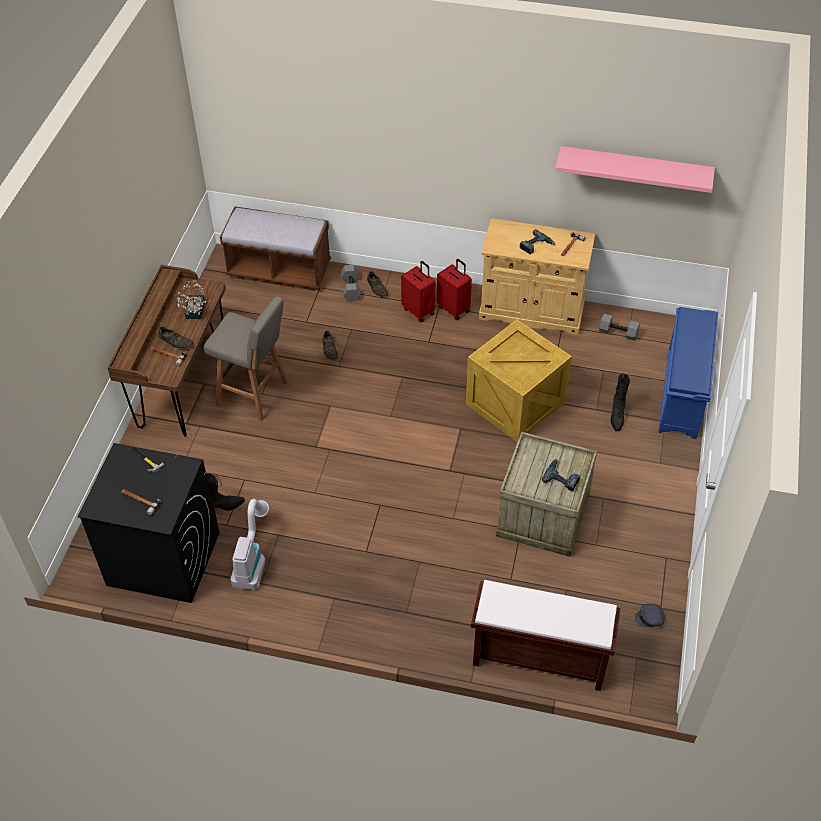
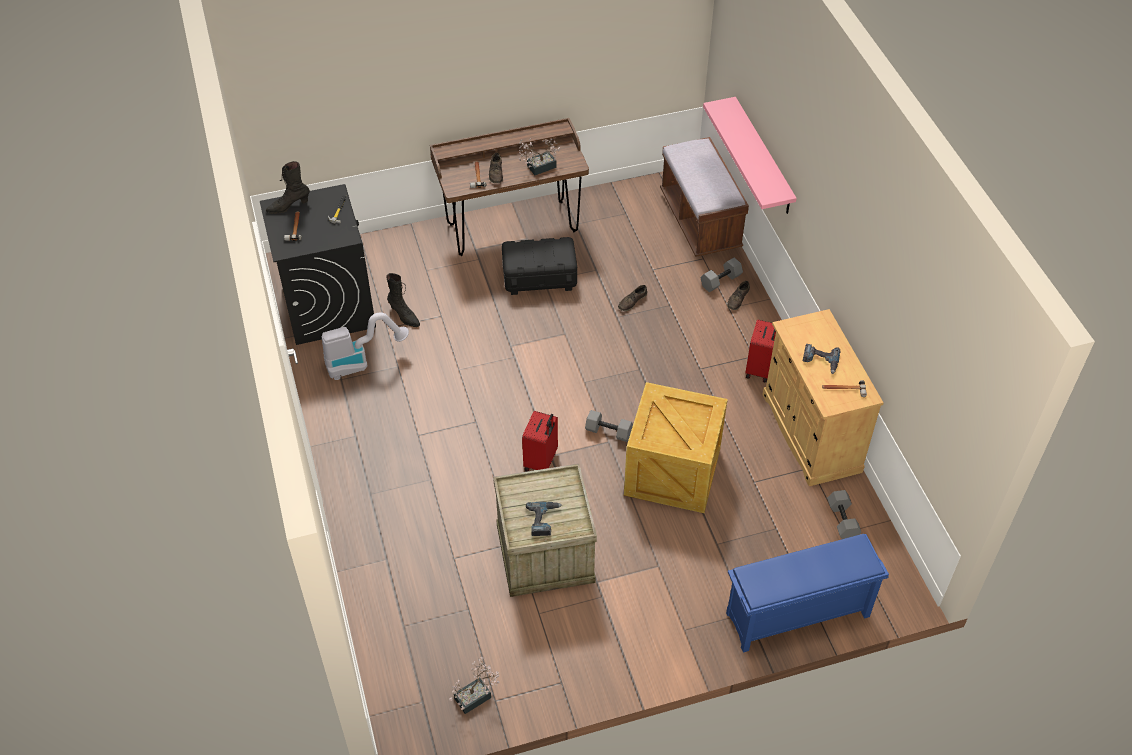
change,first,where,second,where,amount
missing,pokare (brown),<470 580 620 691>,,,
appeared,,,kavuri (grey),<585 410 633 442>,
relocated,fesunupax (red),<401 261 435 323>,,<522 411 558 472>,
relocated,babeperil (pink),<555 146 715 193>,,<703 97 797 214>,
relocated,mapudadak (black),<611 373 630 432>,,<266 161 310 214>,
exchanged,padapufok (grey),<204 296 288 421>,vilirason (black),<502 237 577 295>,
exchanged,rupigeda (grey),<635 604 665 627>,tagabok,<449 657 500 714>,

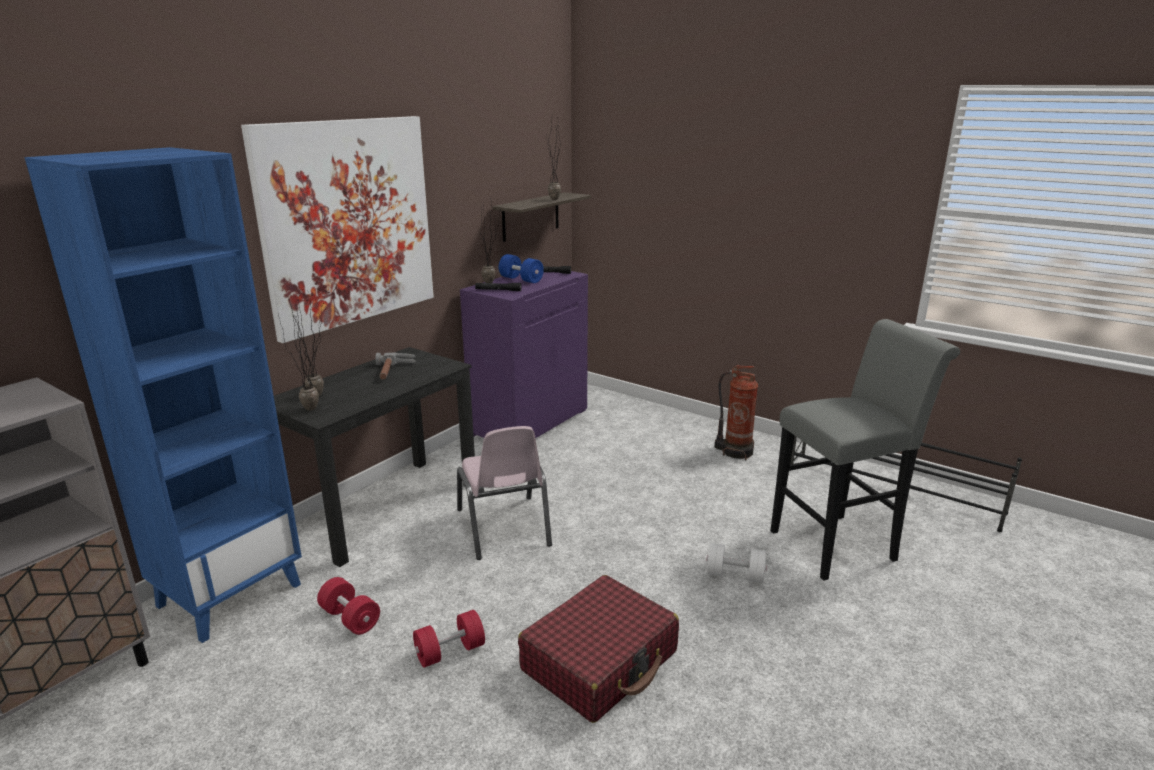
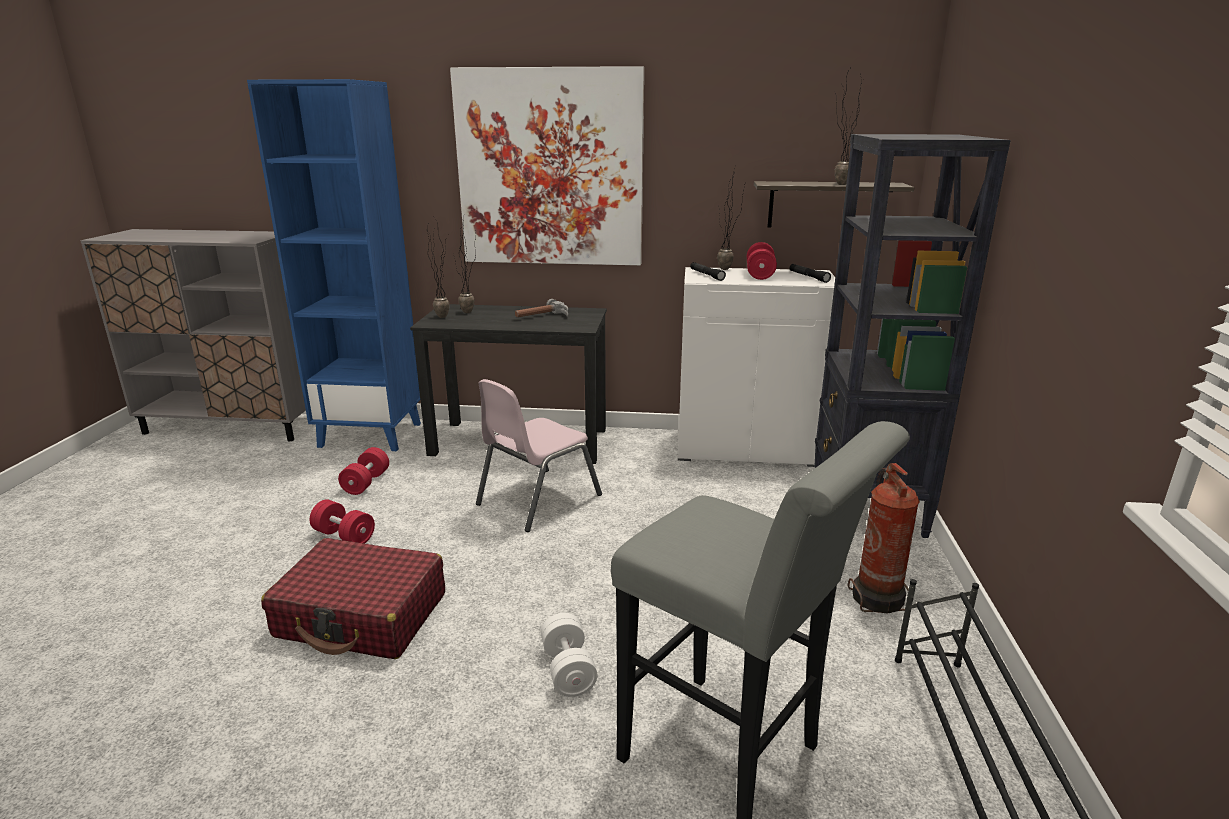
change,first,where,second,where,amount
appeared,,,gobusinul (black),<814 134 1011 538>,
colour,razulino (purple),<460 271 588 438>,razulino (white),<678 267 835 467>,
colour,kavuri (blue),<499 254 544 283>,kavuri (red),<747 242 777 280>,

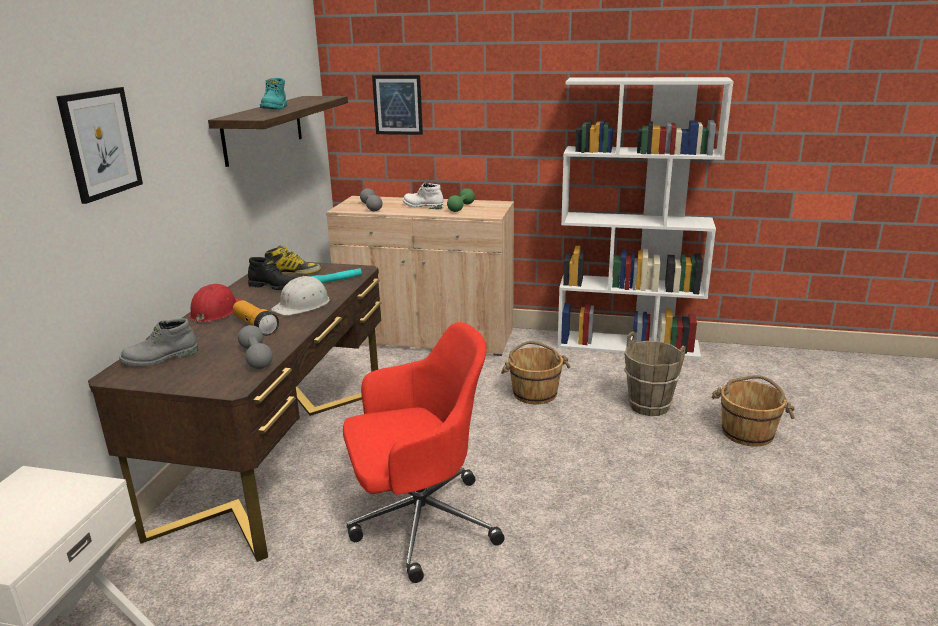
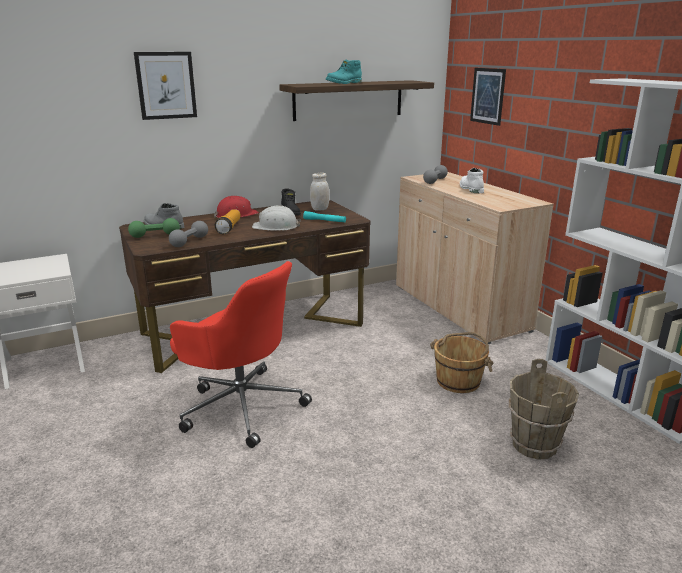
change,first,where,second,where,amount
missing,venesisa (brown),<711 375 795 446>,,,
relocated,kavuri (green),<447 188 475 212>,,<128 218 180 238>,
exchanged,mapudadak,<265 245 321 274>,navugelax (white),<310 173 329 211>,

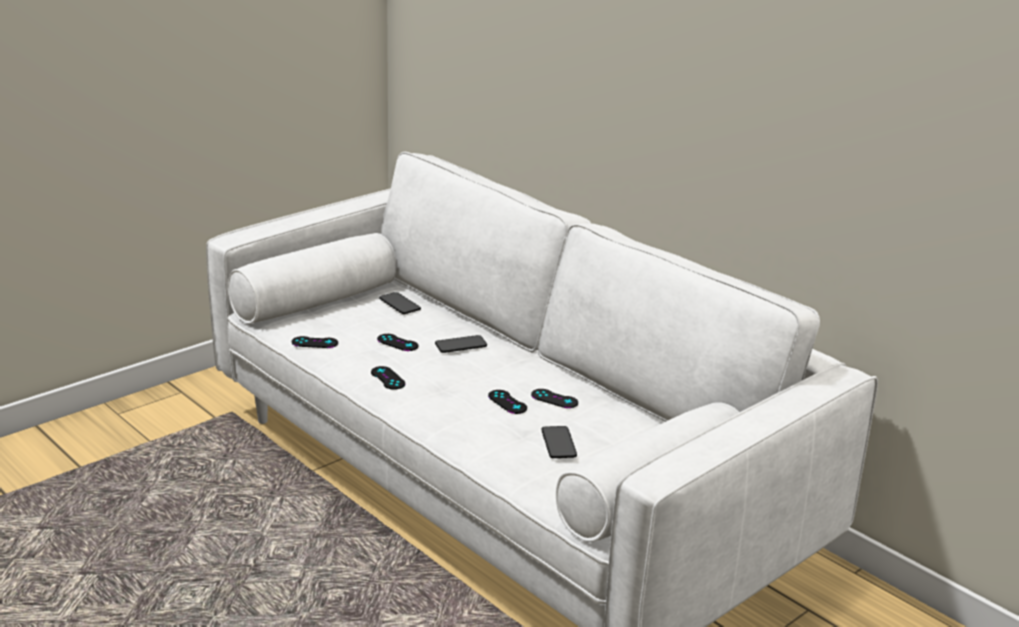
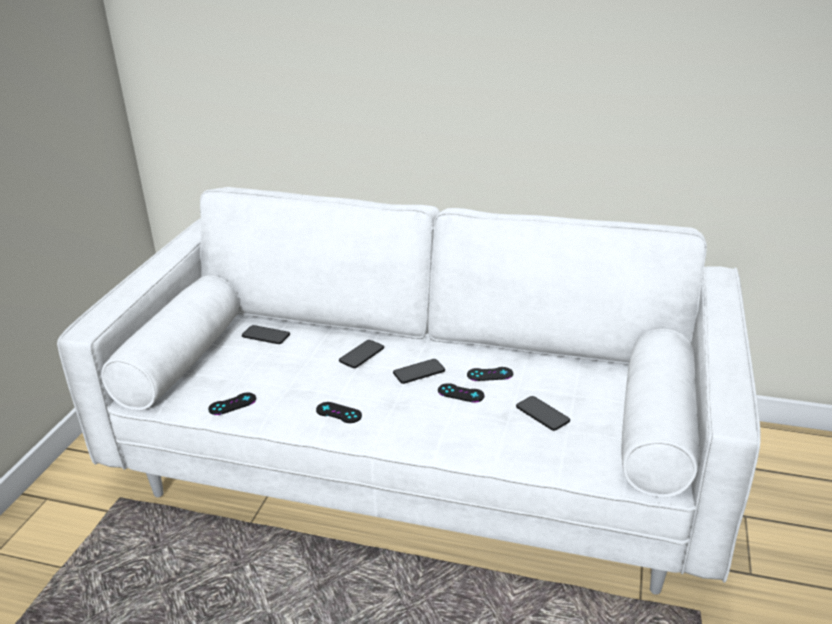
change,first,where,second,where,amount
missing,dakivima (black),<377 334 418 351>,,,
appeared,,,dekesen,<393 359 445 384>,

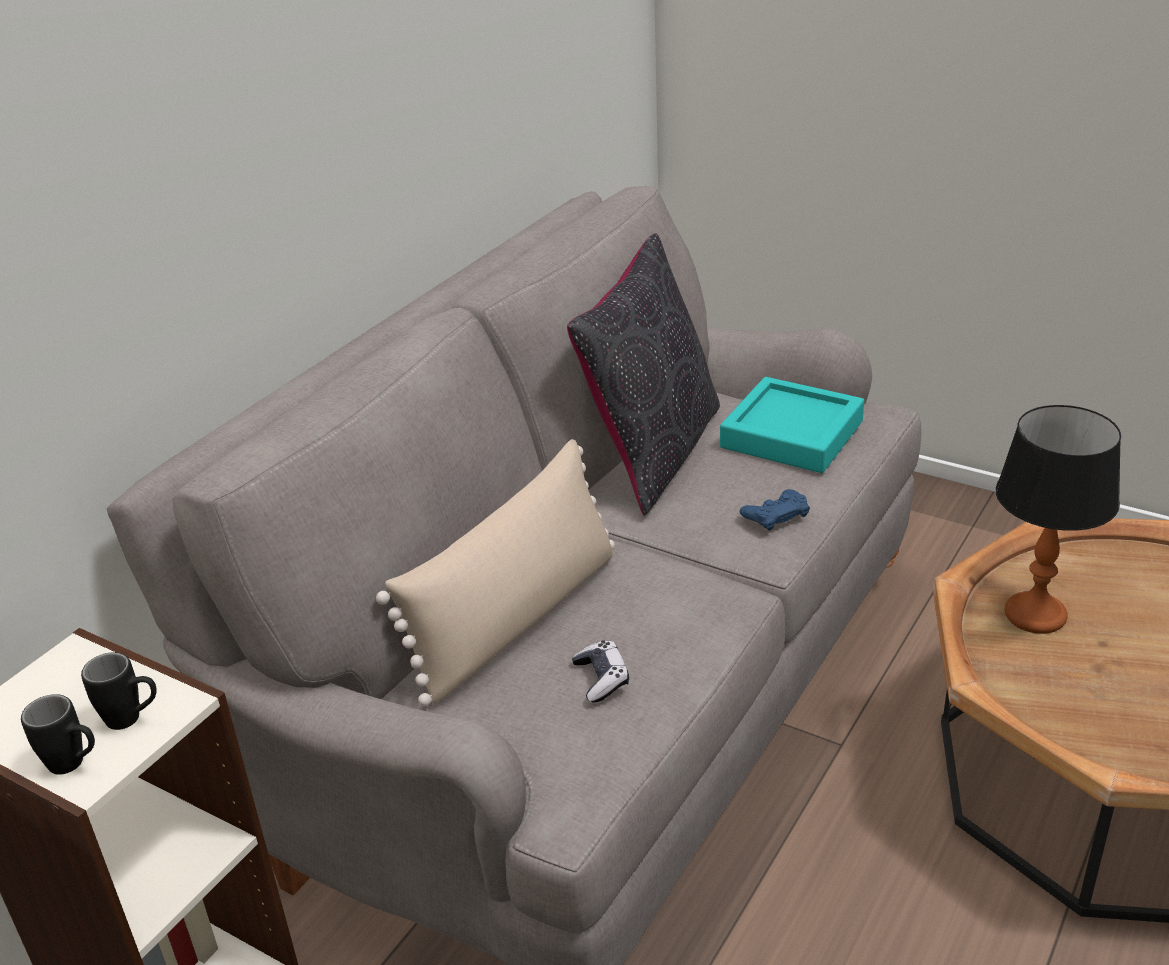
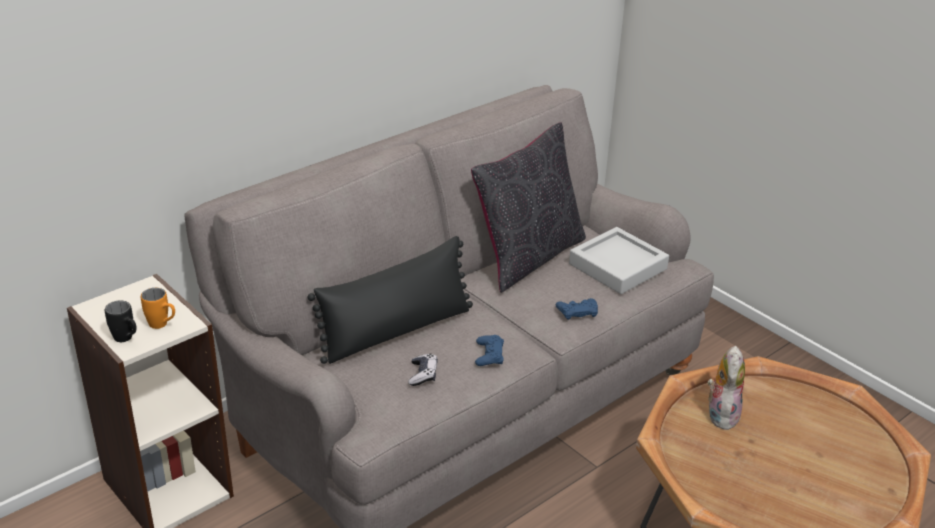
change,first,where,second,where,amount
appeared,,,dakivima (blue),<475 335 504 366>,
exchanged,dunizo,<996 405 1121 634>,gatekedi,<708 346 745 430>,
colour,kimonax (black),<81 652 157 730>,kimonax (orange),<141 288 175 329>,
colour,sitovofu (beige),<376 439 615 706>,sitovofu (black),<307 236 473 364>,
colour,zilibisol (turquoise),<720 377 864 473>,zilibisol (grey),<569 227 669 294>,

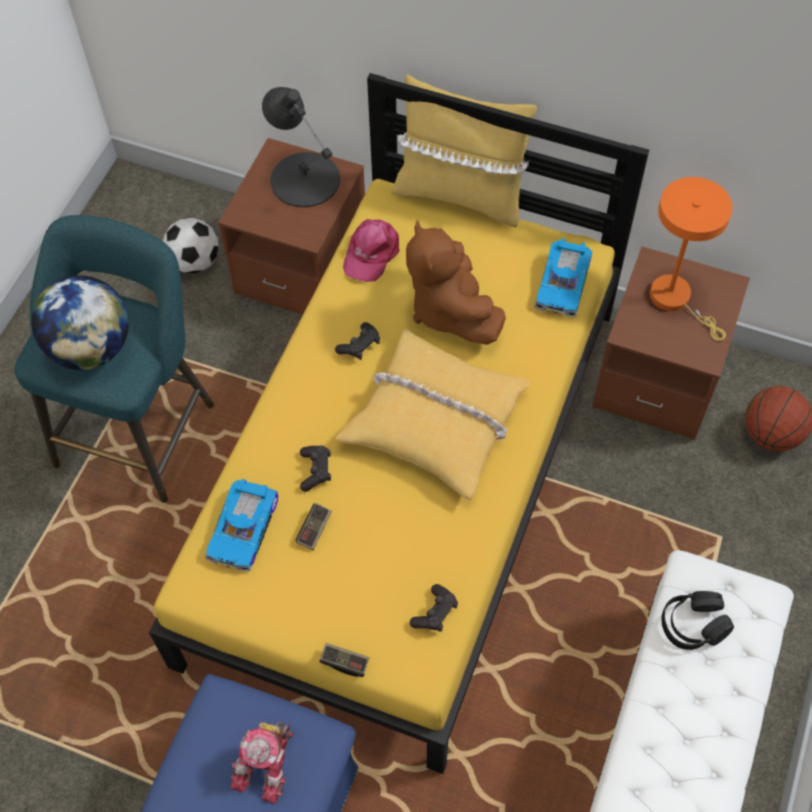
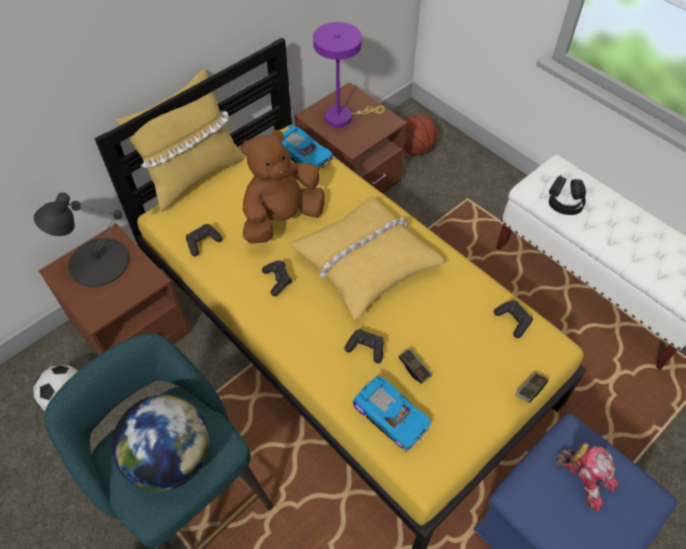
change,first,where,second,where,amount
exchanged,rupigeda (pink),<343 219 399 282>,dakivima (black),<186 224 223 256>,
colour,dunizo (orange),<650 177 733 341>,dunizo (purple),<313 22 385 128>,
spun,gatekedi (brown),<406 220 506 345>,,<240 130 325 243>,135 degrees clockwise

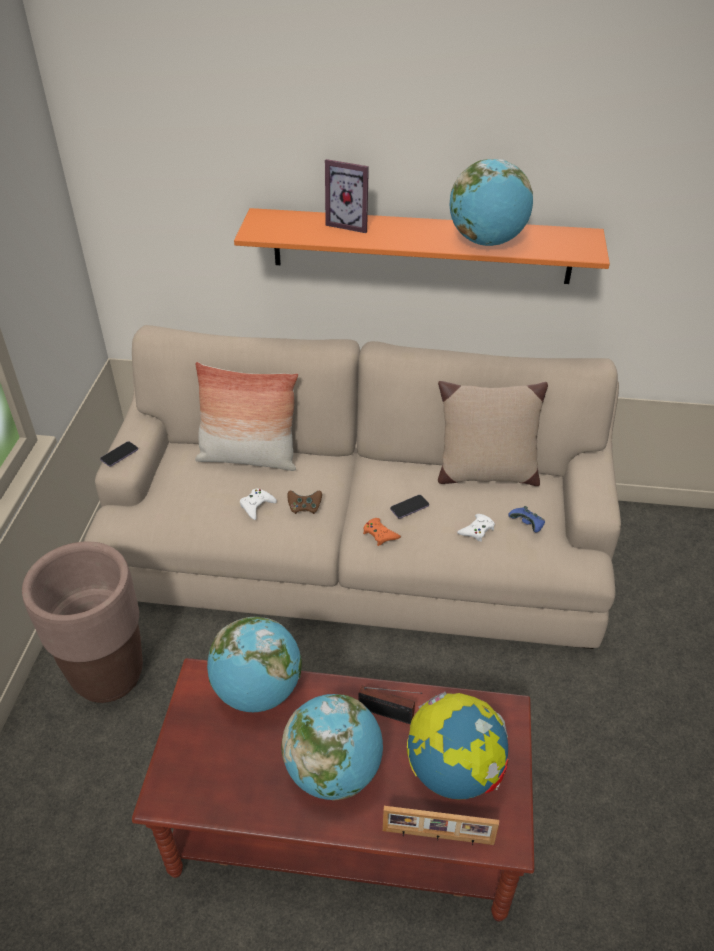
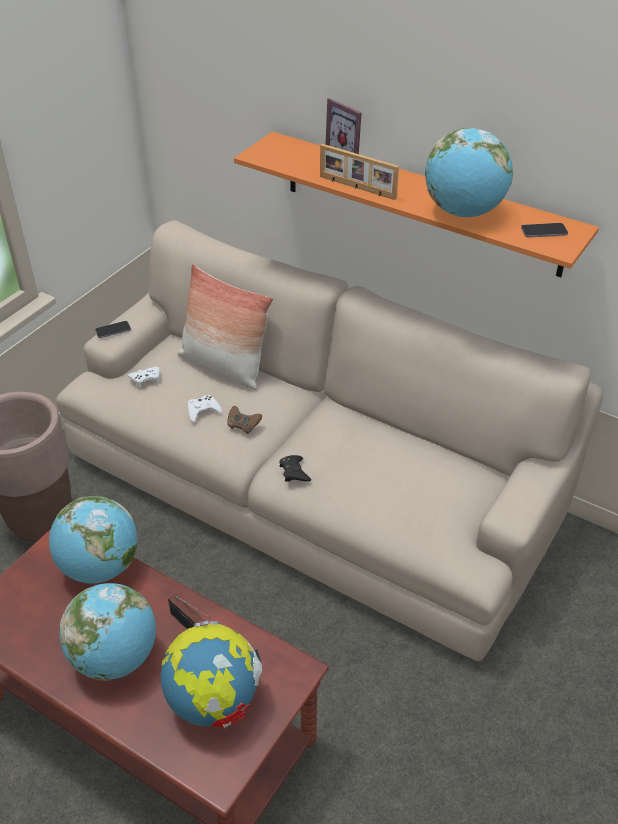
change,first,where,second,where,amount
missing,sitovofu (beige),<438 381 548 486>,,,
missing,dakivima (blue),<508 506 545 532>,,,
relocated,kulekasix,<383 806 499 845>,,<320 144 399 200>,
relocated,dekesen,<390 495 429 519>,,<521 223 568 237>,
relocated,dakivima (white),<457 514 495 542>,,<128 367 160 387>,
colour,dakivima (orange),<363 518 401 546>,dakivima (black),<279 455 311 482>,

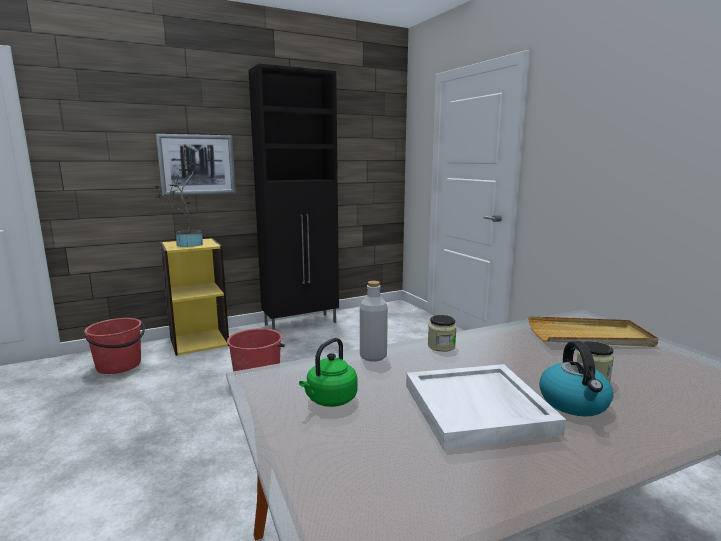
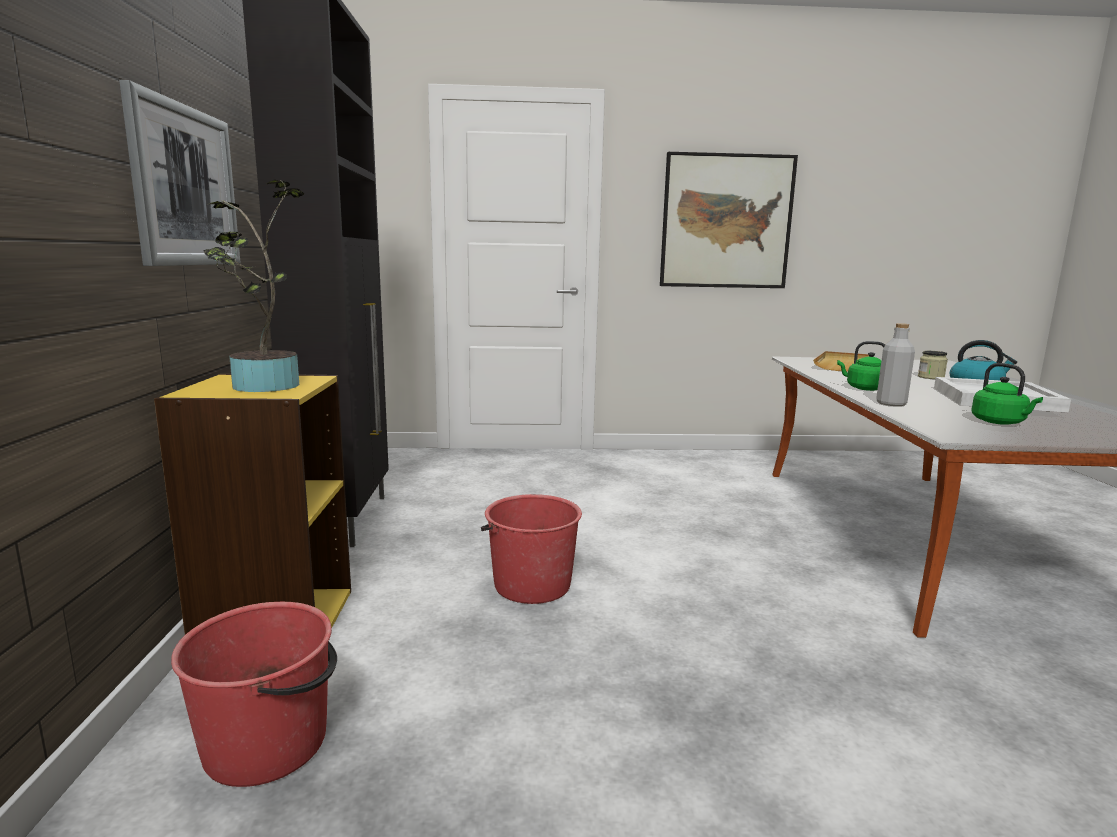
change,first,where,second,where,amount
appeared,,,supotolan,<660 152 798 288>,
exchanged,navugelax,<428 315 457 352>,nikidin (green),<837 341 885 391>,

